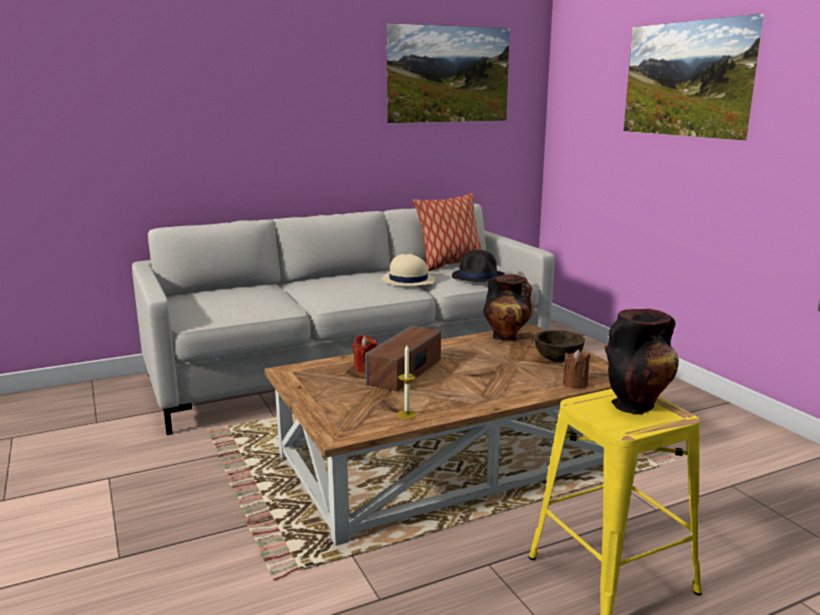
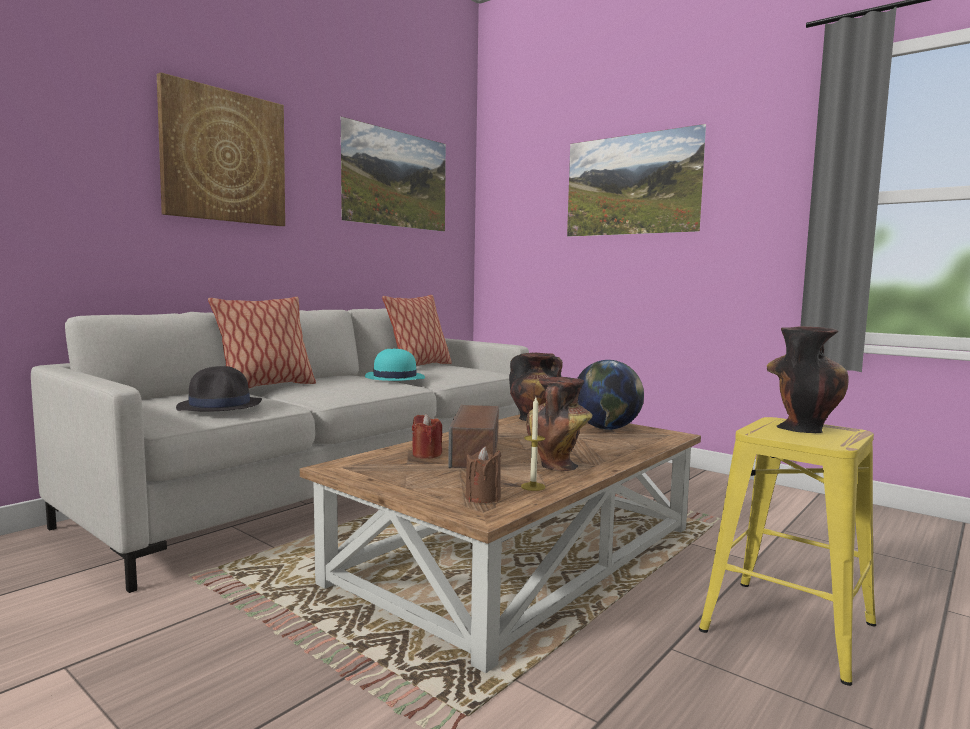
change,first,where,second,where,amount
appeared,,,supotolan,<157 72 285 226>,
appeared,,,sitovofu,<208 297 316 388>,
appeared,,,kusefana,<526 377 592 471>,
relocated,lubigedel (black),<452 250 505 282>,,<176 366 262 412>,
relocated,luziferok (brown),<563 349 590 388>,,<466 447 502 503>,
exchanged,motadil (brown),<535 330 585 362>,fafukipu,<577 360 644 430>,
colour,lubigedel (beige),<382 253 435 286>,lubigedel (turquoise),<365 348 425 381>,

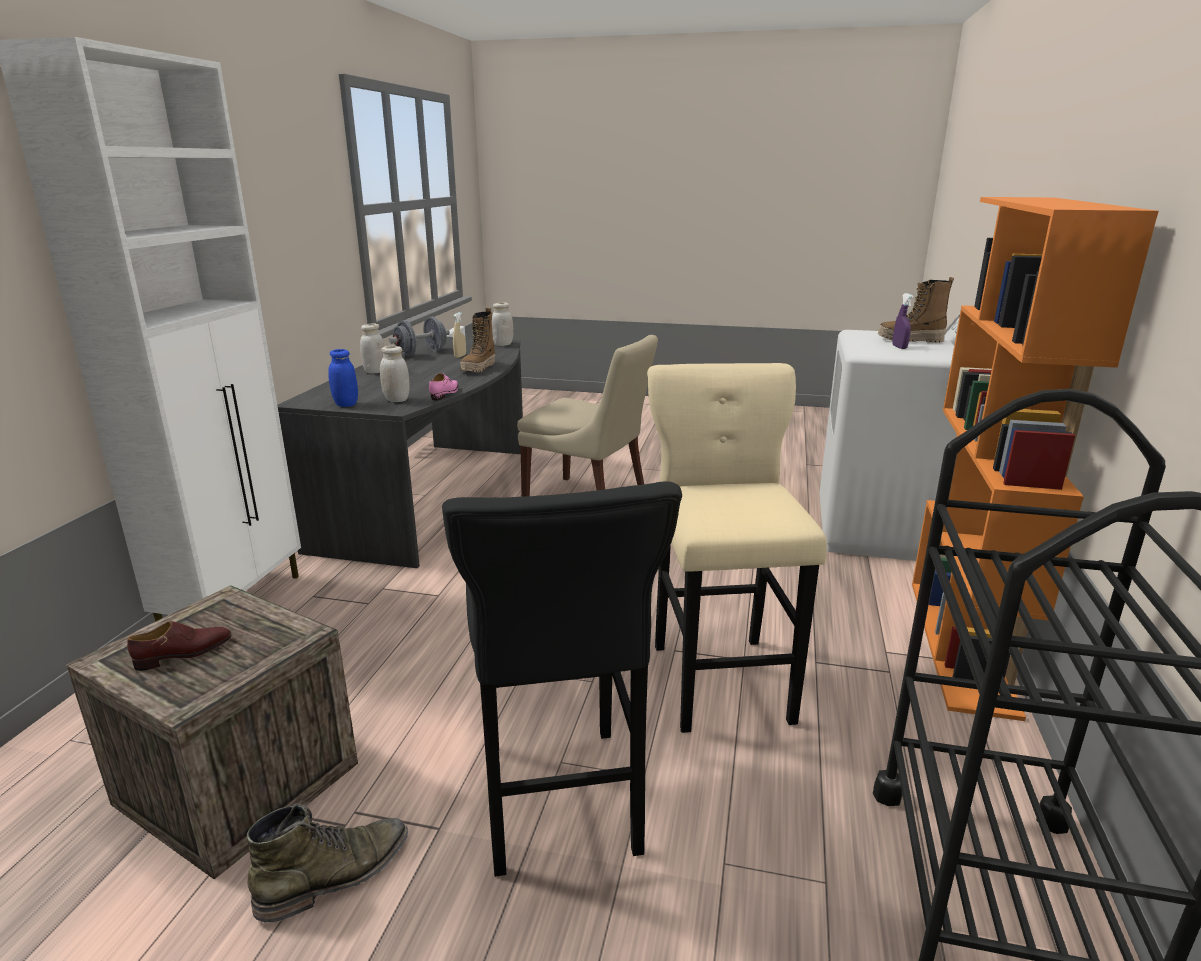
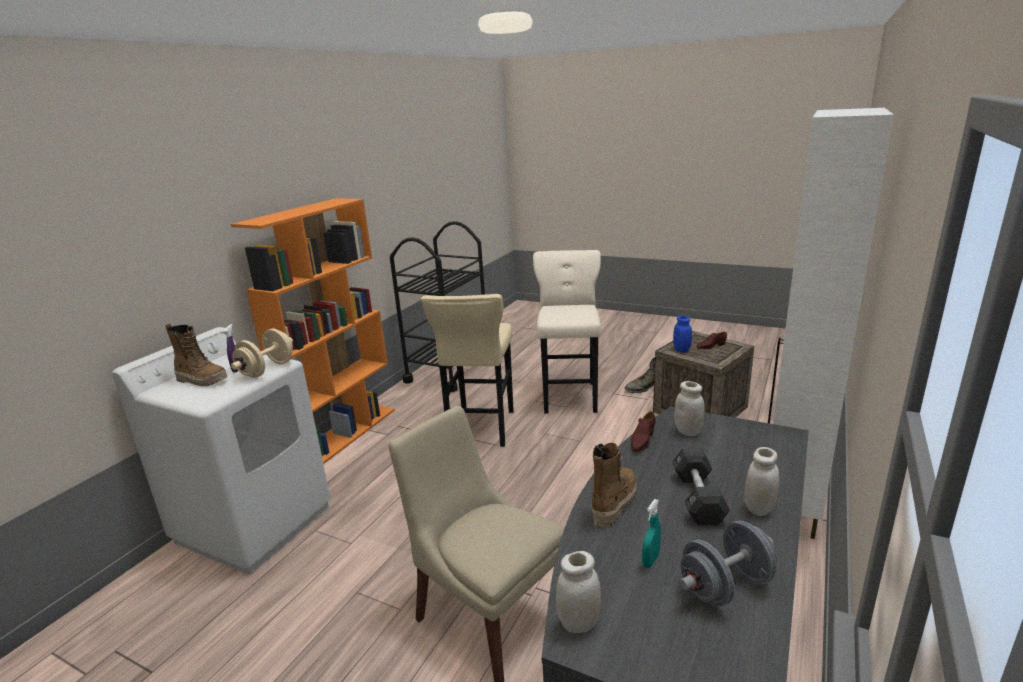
change,first,where,second,where,amount
appeared,,,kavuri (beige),<231 329 293 378>,
appeared,,,kavuri (black),<672 448 730 525>,
relocated,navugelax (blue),<328 349 358 407>,,<673 316 692 352>,
colour,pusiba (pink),<429 373 458 401>,pusiba (brown),<631 411 656 452>,
colour,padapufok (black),<442 481 682 877>,padapufok (beige),<533 250 601 414>,
colour,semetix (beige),<453 312 466 358>,semetix (turquoise),<642 499 661 568>,

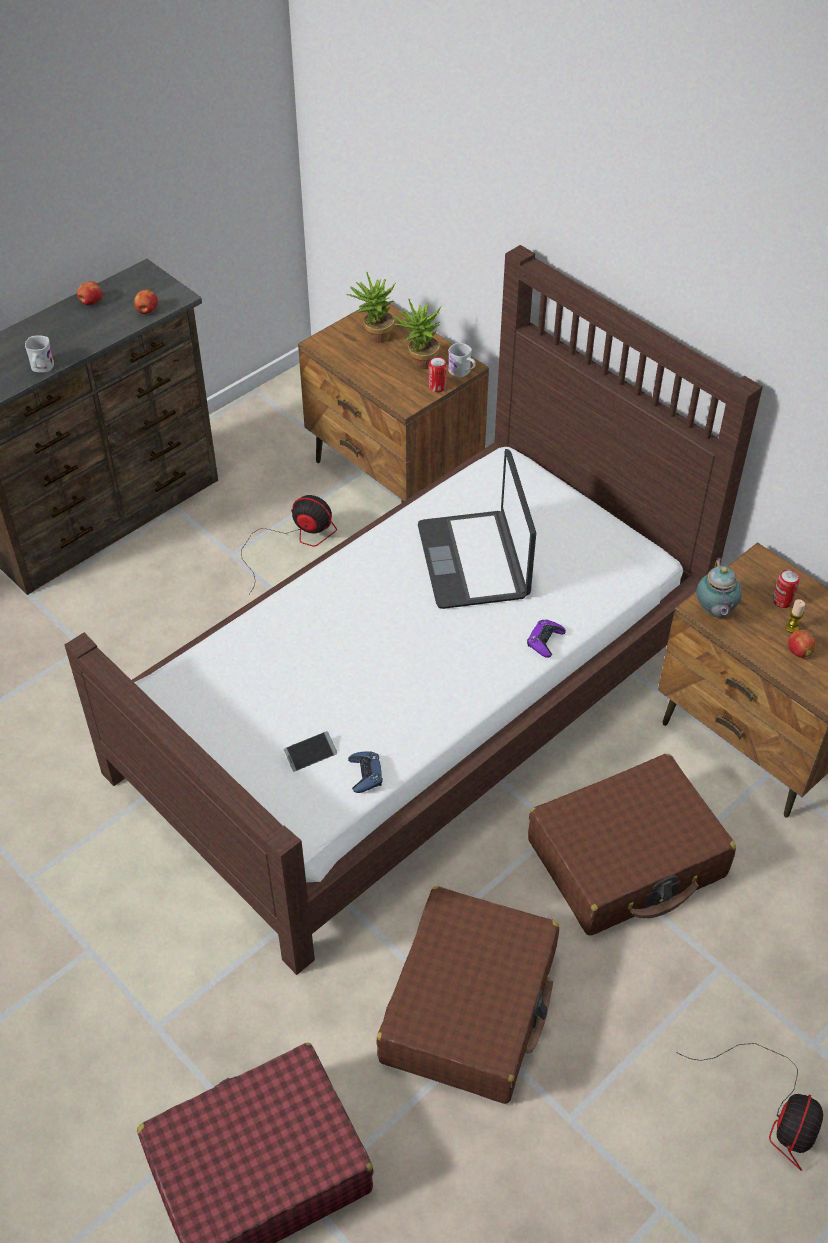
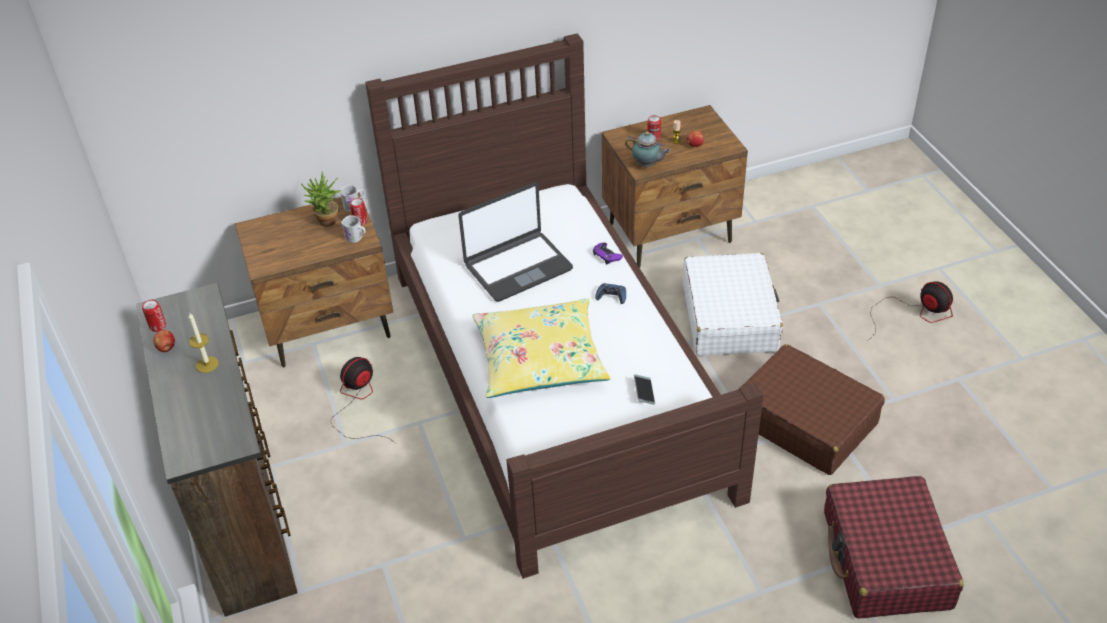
change,first,where,second,where,amount
missing,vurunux,<134 289 158 314>,,,
missing,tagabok,<346 272 397 343>,,,
appeared,,,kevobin,<142 300 166 332>,
appeared,,,luziferok,<188 312 219 373>,
appeared,,,sitovofu (yellow),<472 298 611 398>,
relocated,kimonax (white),<25 335 54 373>,,<341 215 366 243>,
relocated,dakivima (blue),<348 751 383 793>,,<595 283 626 304>,
colour,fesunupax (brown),<528 754 736 935>,fesunupax (white),<683 253 783 356>,
spun,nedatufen,<418 449 536 609>,,<458 183 573 302>,45 degrees counterclockwise

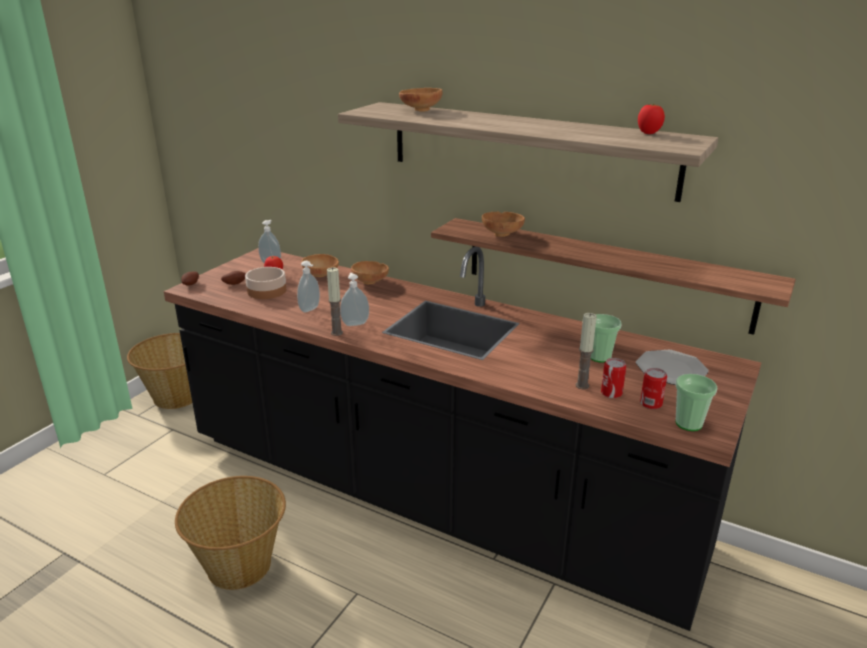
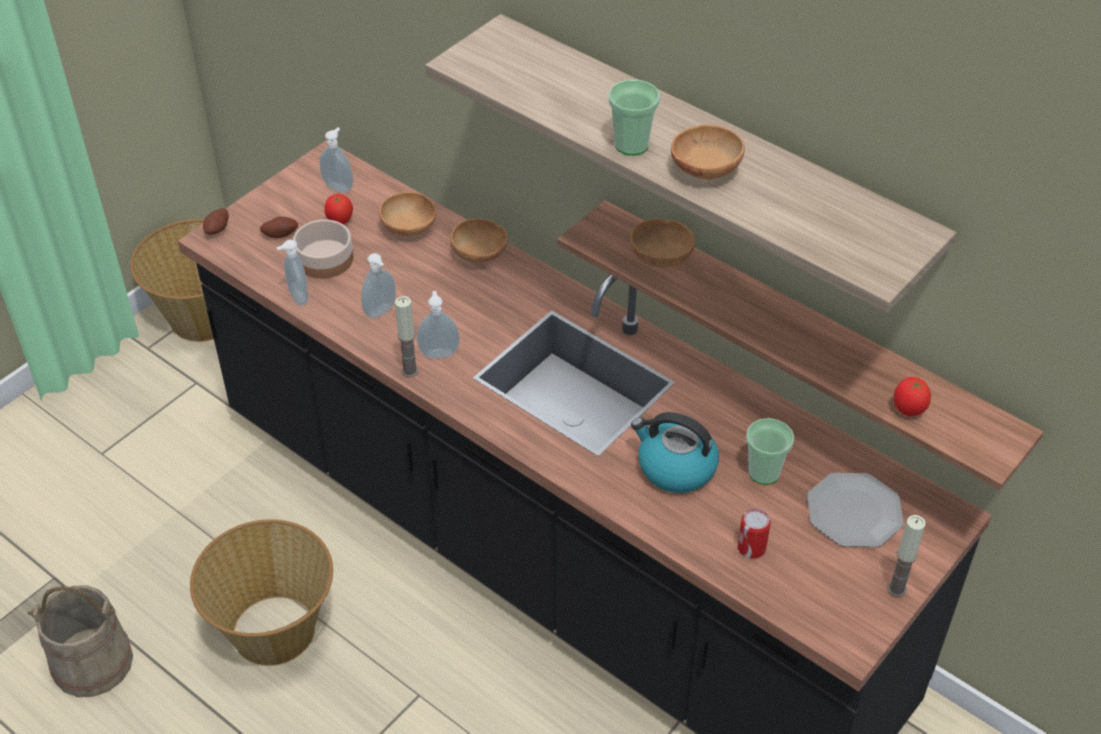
change,first,where,second,where,amount
missing,kevobin,<640 368 667 409>,,,
appeared,,,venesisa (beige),<27 585 133 697>,
appeared,,,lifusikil,<276 240 308 306>,
appeared,,,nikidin,<631 412 719 493>,
relocated,motadil (brown),<399 88 443 112>,,<671 125 745 180>,
relocated,luziferok,<575 313 597 389>,,<887 515 926 598>,
relocated,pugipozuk,<638 104 665 134>,,<894 377 931 416>,
relocated,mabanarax,<675 374 717 431>,,<609 80 660 156>,

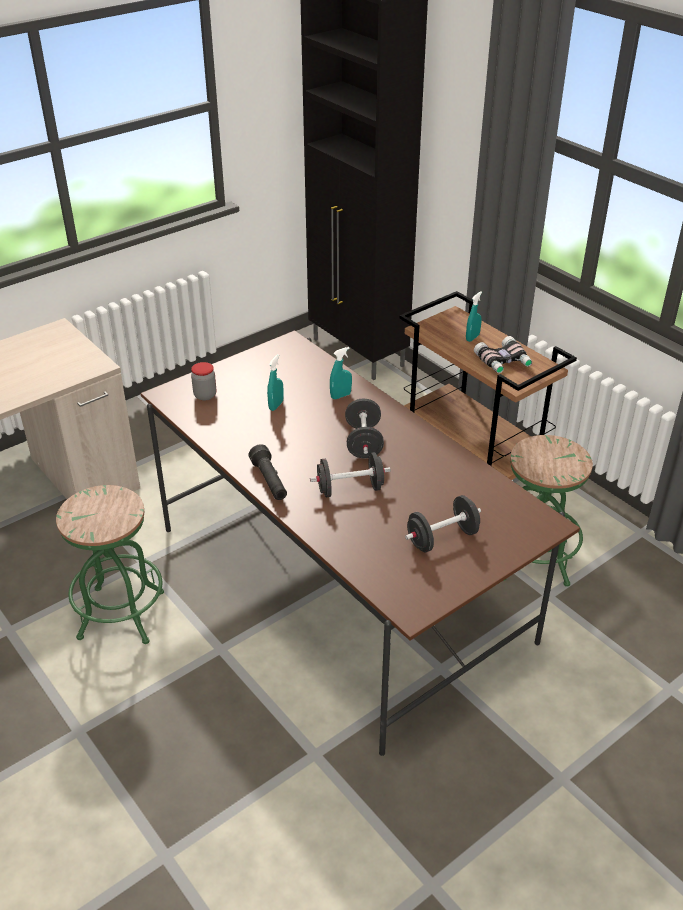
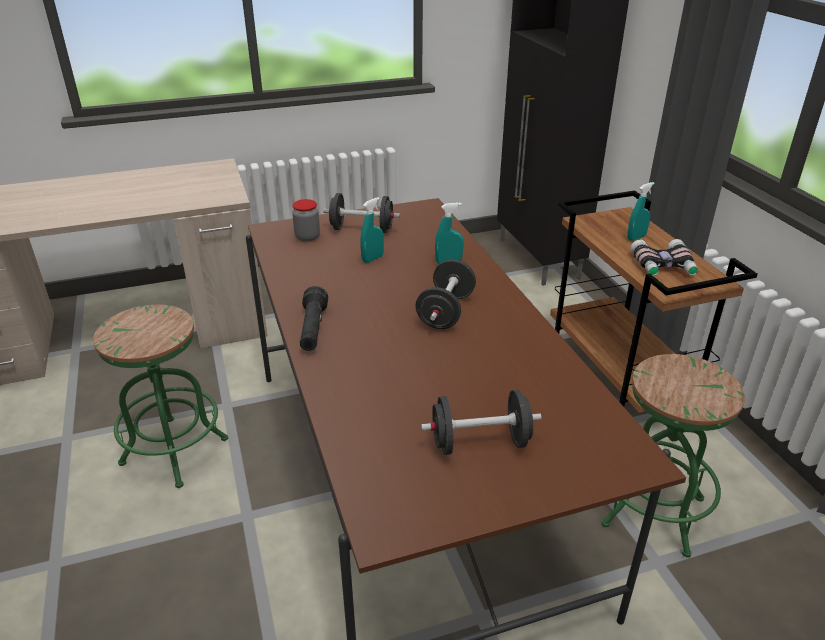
change,first,where,second,where,amount
relocated,kavuri (black),<310 452 391 497>,,<323 193 400 233>,

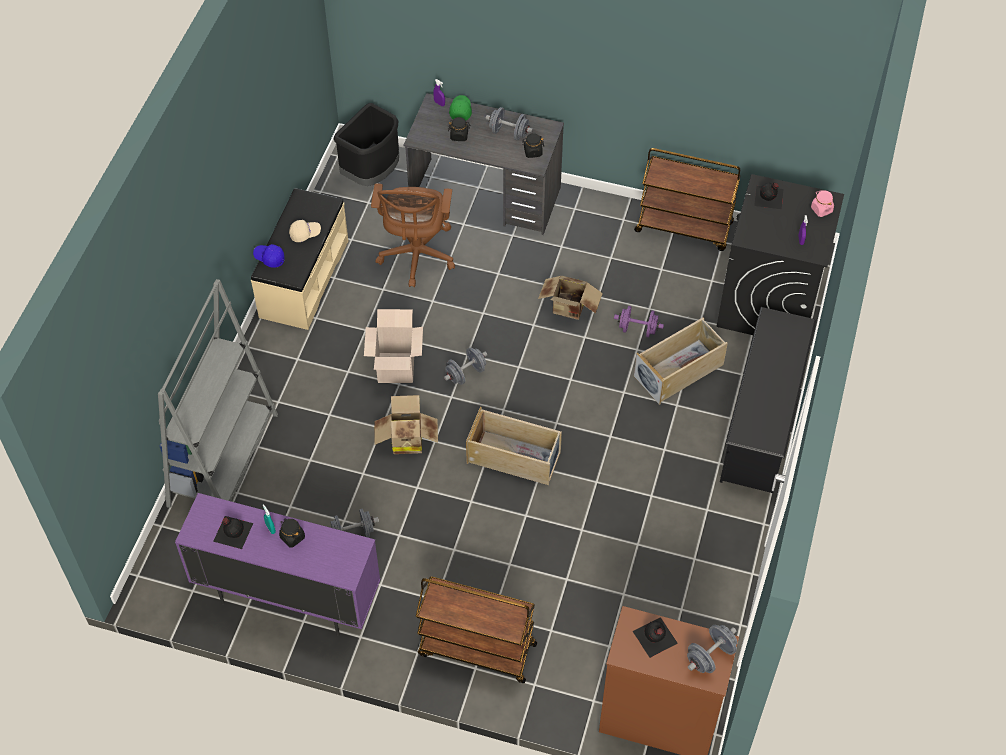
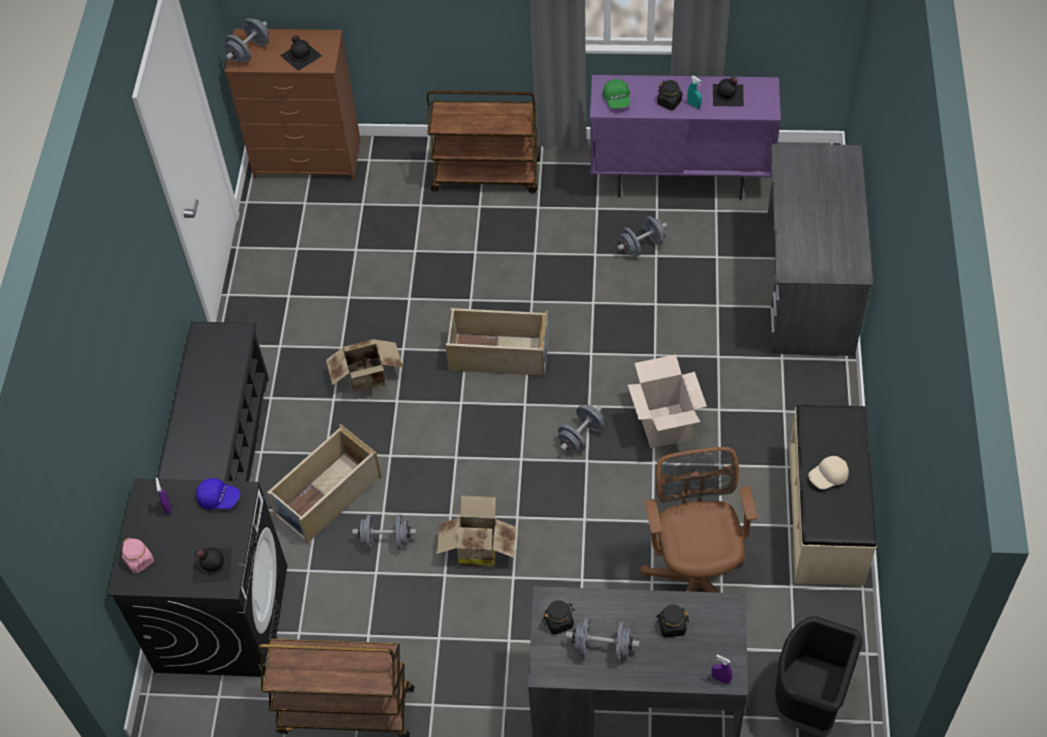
change,first,where,second,where,amount
relocated,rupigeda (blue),<253 244 284 268>,,<196 478 240 509>,
relocated,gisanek,<374 395 438 454>,,<326 339 403 392>,
relocated,rupigeda (green),<449 95 472 121>,,<602 79 630 109>,
exchanged,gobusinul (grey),<158 279 278 508>,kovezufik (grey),<767 144 873 356>,
colour,kavuri (purple),<614 306 664 337>,kavuri (grey),<352 515 417 549>,

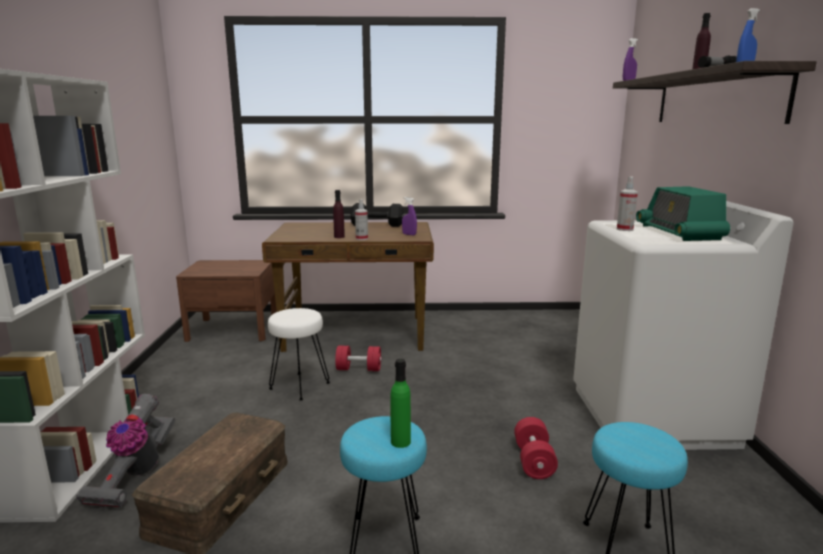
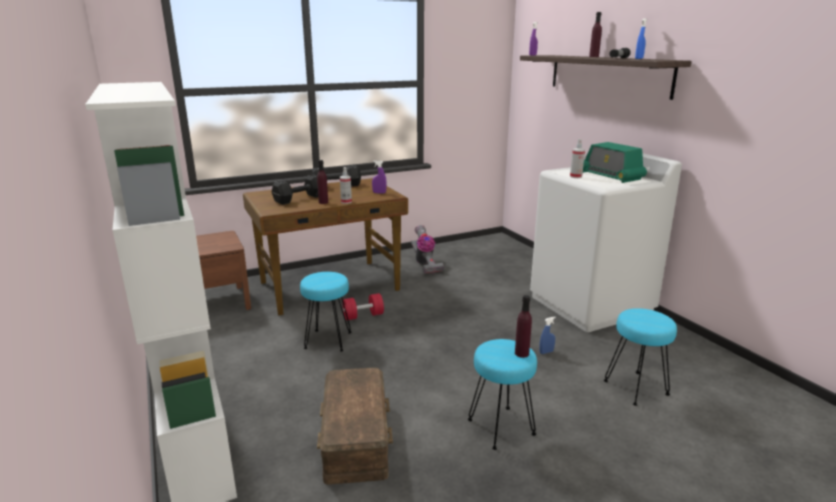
change,first,where,second,where,amount
appeared,,,kavuri (black),<272 174 318 205>,
relocated,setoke,<76 394 175 508>,,<411 225 444 274>,
exchanged,kavuri (red),<514 417 558 479>,semetix (blue),<539 317 556 354>,
colour,padapufok (white),<268 308 330 400>,padapufok (turquoise),<300 272 352 352>,
colour,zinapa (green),<390 359 411 448>,zinapa (purple),<515 295 532 358>,

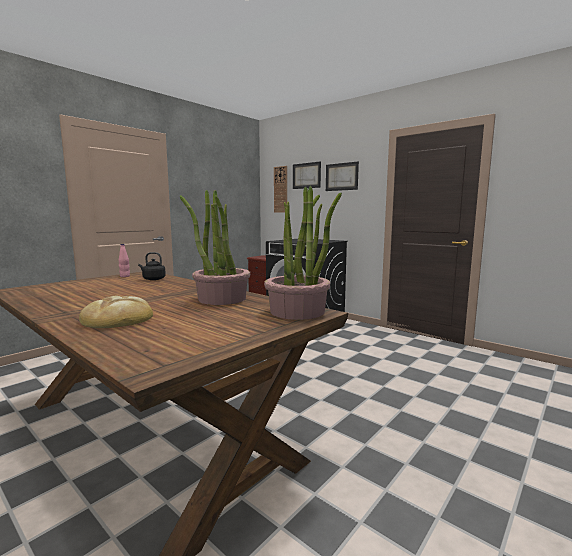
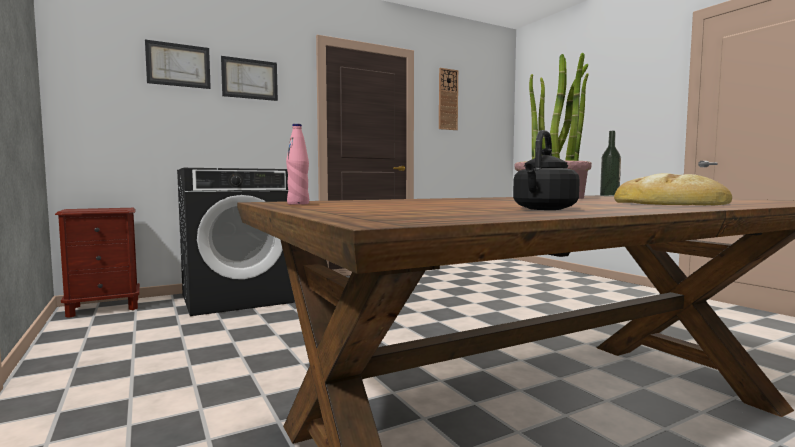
change,first,where,second,where,amount
relocated,nikidin (black),<138 252 166 280>,,<513 130 580 210>,
relocated,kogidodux,<274 166 287 213>,,<439 68 458 130>,
exchanged,tagabok,<264 186 342 320>,zinapa,<600 131 621 196>,

